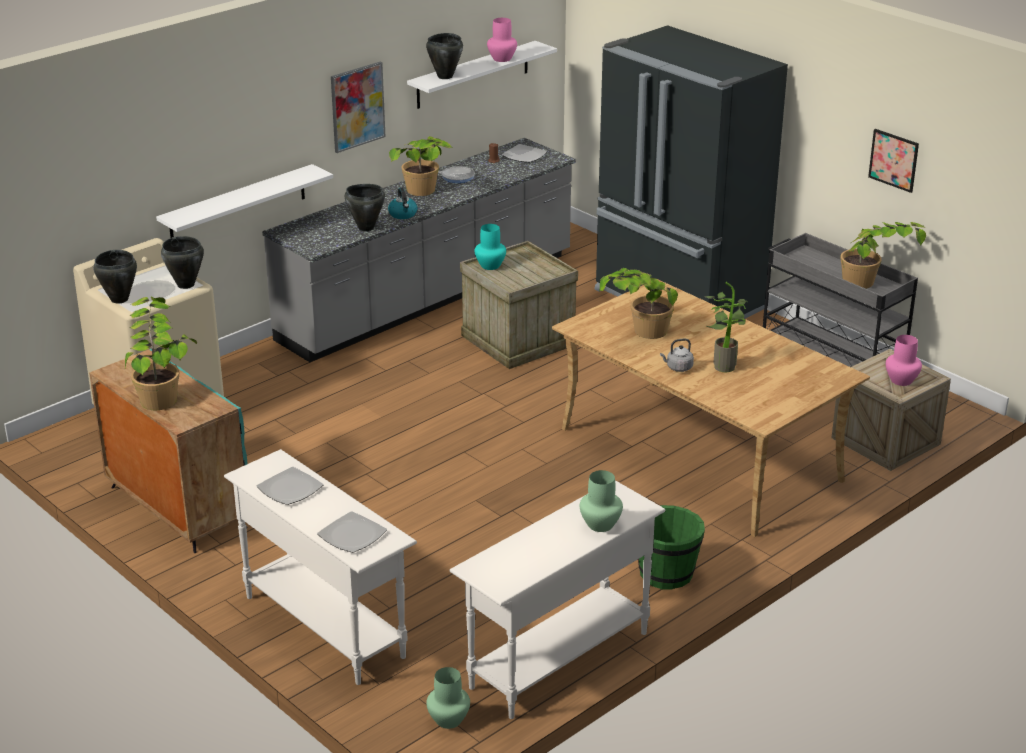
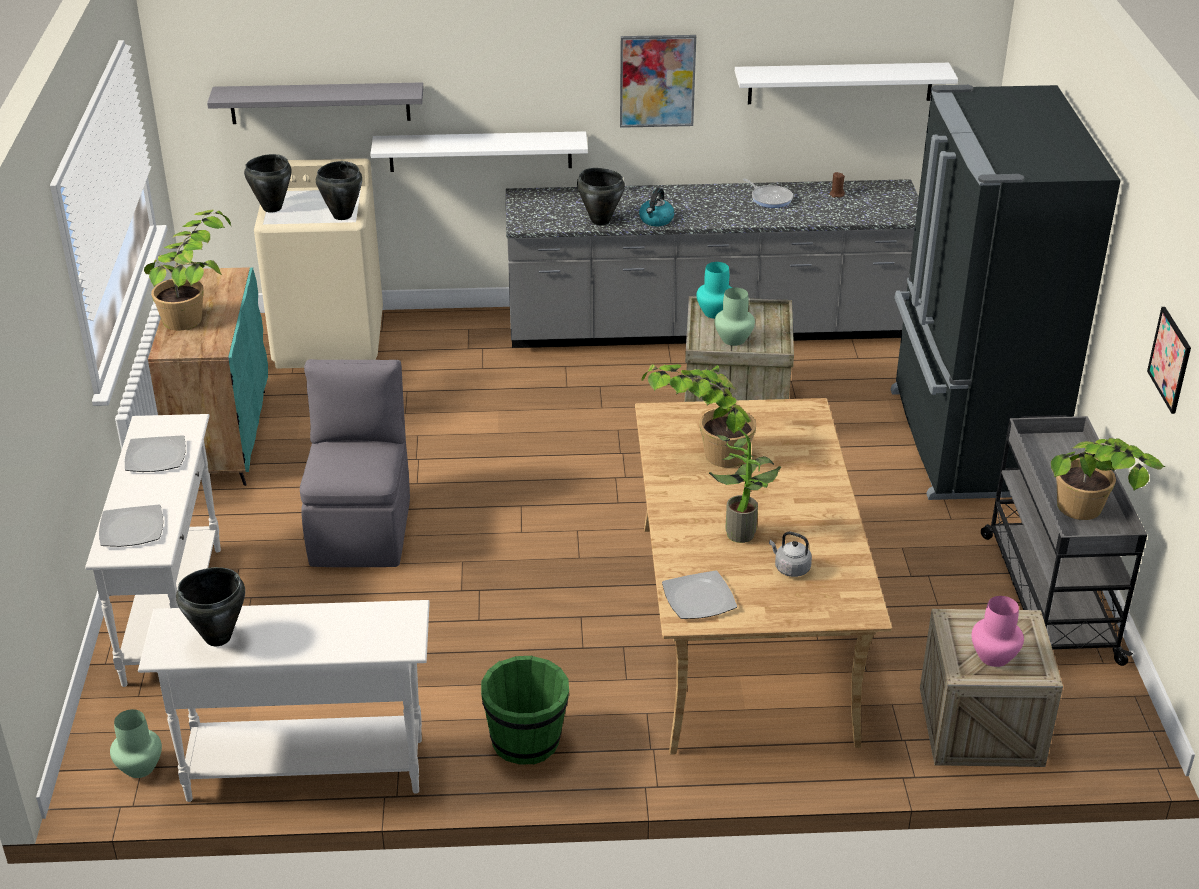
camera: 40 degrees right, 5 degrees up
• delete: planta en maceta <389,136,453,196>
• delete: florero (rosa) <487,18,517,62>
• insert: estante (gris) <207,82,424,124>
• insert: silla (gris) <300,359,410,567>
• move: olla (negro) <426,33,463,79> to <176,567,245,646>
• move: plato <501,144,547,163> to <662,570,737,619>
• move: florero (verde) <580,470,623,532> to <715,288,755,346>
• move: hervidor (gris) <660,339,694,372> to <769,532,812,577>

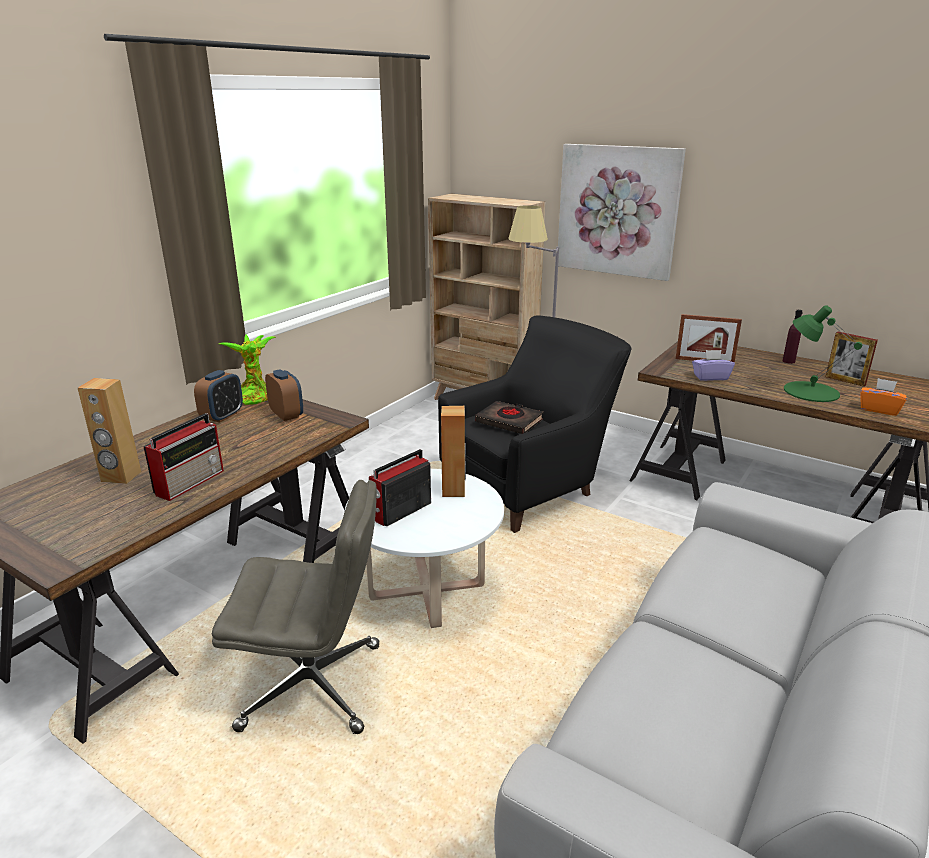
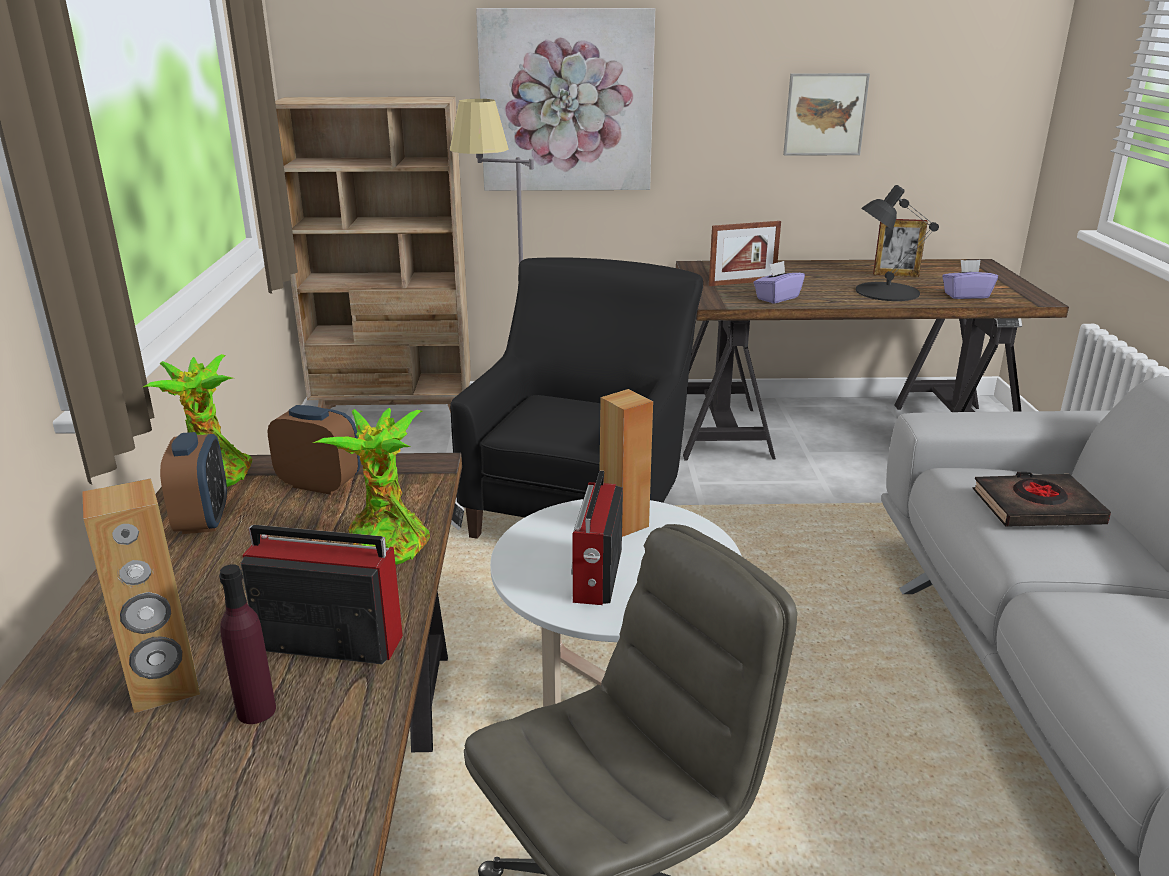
camera: 35 degrees left, 0 degrees up
• insert: planta en maceta <313,408,430,565>
• insert: cuadro <783,73,870,156>
• move: libro (negro) <475,401,544,434> to <972,472,1111,527>
• move: botella (morado) <783,310,803,364> to <219,564,276,724>
• recolor: lámpara de mesa (verde) <784,305,862,402> to lámpara de mesa (negro) <856,185,939,301>
• recolor: caja de pañuelos (naranja) <860,378,907,416> to caja de pañuelos (morado) <942,260,998,299>
• rotate: radio <143,413,224,501> = <241,525,403,664> 75 degrees counterclockwise

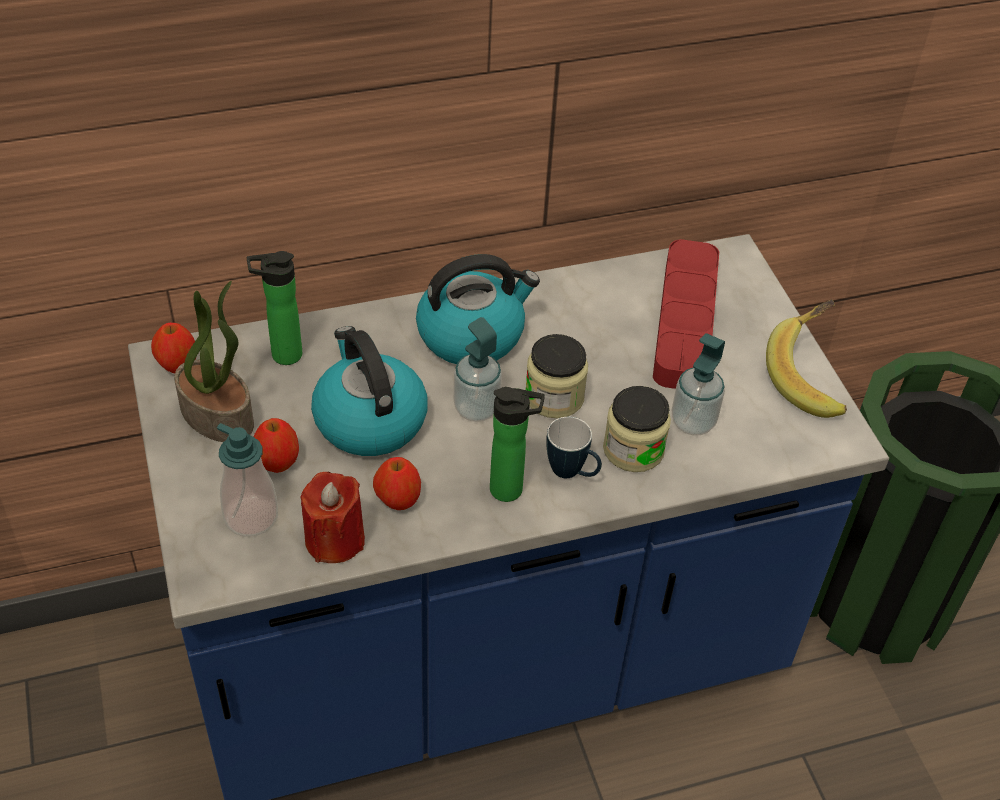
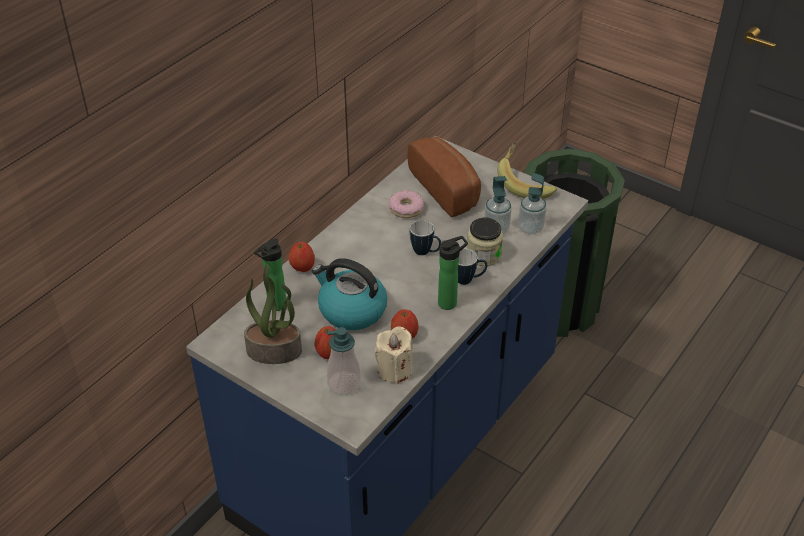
camera: 35 degrees left, 5 degrees down
• delete: hervidor <416,254,540,364>
• insert: rosquilla <389,190,424,218>
• move: manzana <151,323,196,373> to <289,242,315,272>
• move: dispensador de jabón <453,317,502,422> to <518,173,547,234>
• replace: tarro <525,334,588,418> to taza grande <410,220,441,255>
• replace: bandeja (rojo) <653,239,719,389> to pan <407,137,481,217>
• recolor: vela (rojo) <300,472,365,563> to vela (beis) <374,327,413,384>

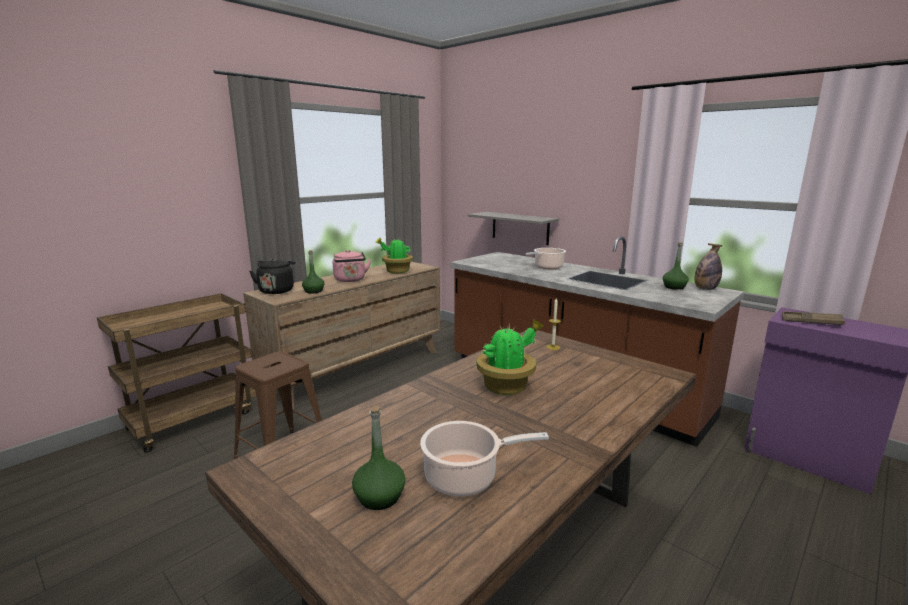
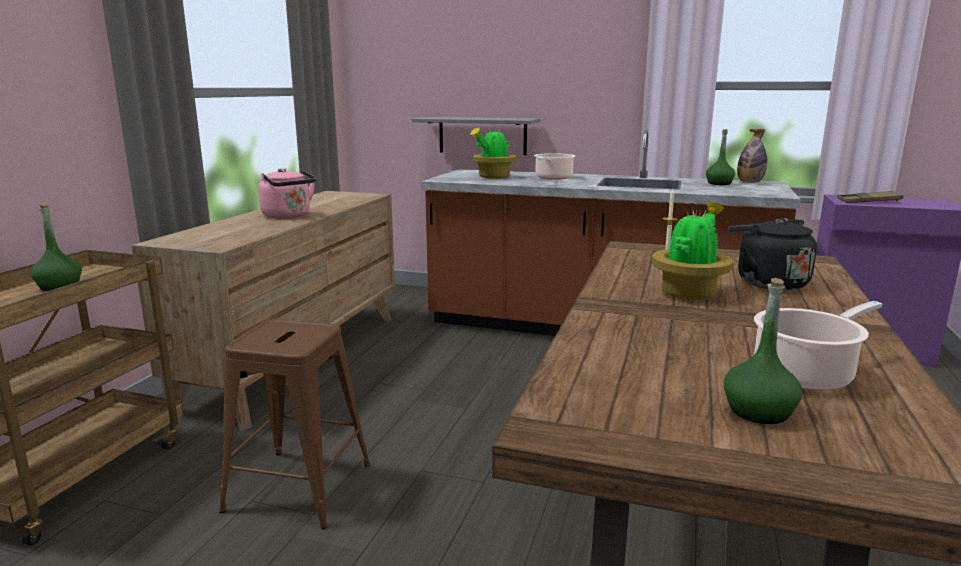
camera: 25 degrees left, 0 degrees up
• move: hervidor (negro) <249,259,296,294> to <728,218,817,290>
• move: botella (verde) <302,250,324,293> to <30,204,82,291>
• move: planta en maceta <375,238,413,273> to <471,128,516,179>

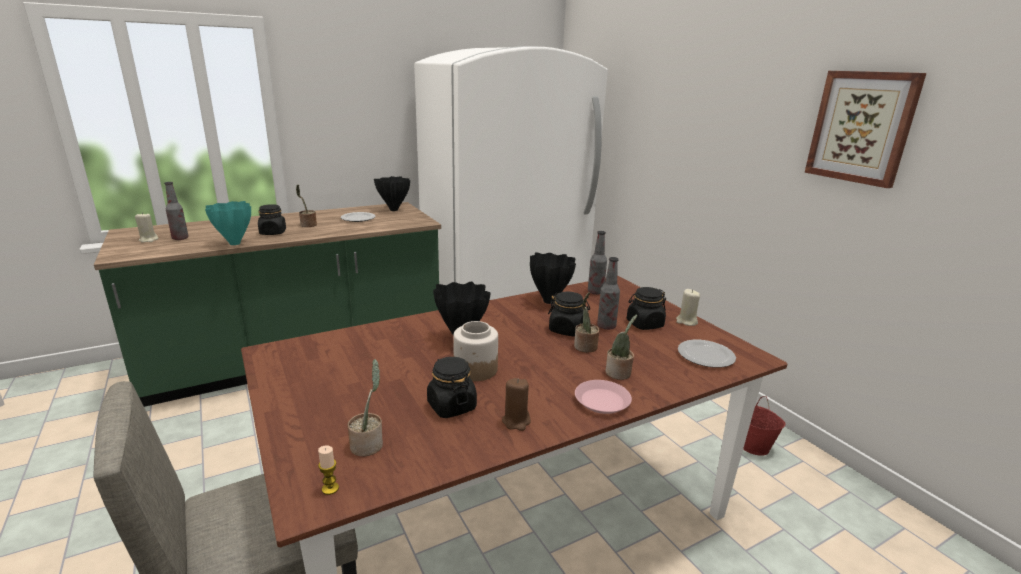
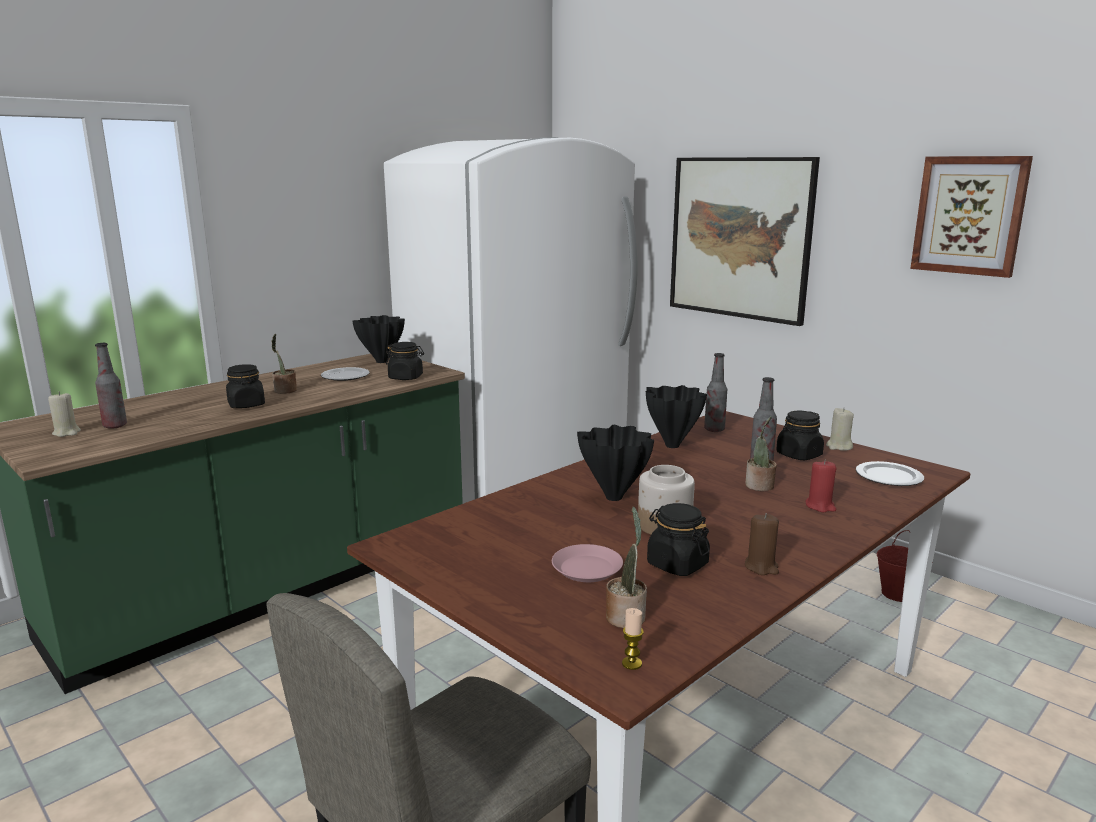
camera: 15 degrees left, 5 degrees down
• delete: florero (turquesa) <205,201,251,245>
• insert: cuadro <670,157,820,326>
• move: tarro (negro) <548,292,590,336> to <386,342,424,380>
• move: plato (rosa) <575,380,632,414> to <552,544,623,582>
• replace: planta en maceta <605,314,637,380> to vela (rojo) <806,460,836,512>

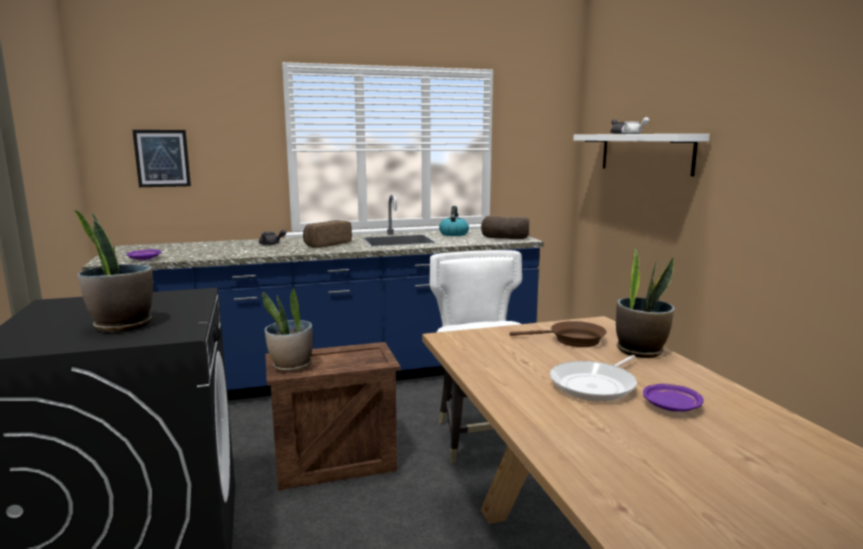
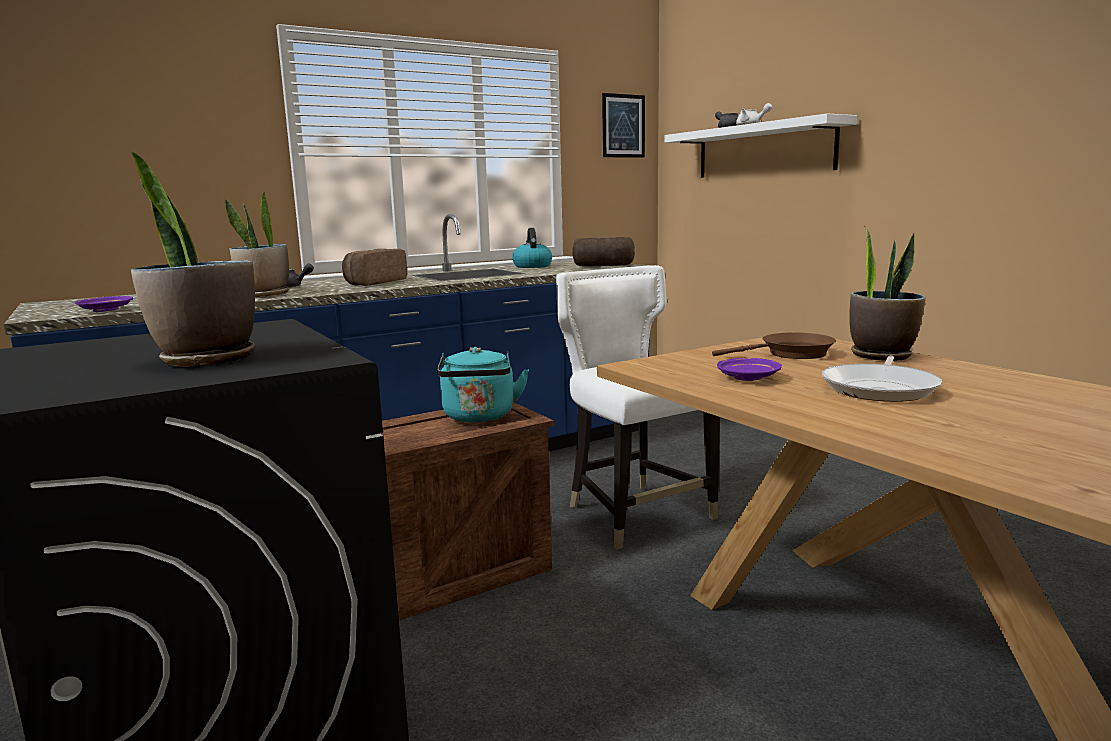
camera: 15 degrees left, 0 degrees up
• insert: hervidor (turquesa) <437,347,529,422>
• move: cuadro <132,130,191,187> to <602,93,645,158>
• move: planta en maceta <262,288,313,372> to <225,191,289,297>
• move: plato (morado) <643,384,704,412> to <717,358,782,381>

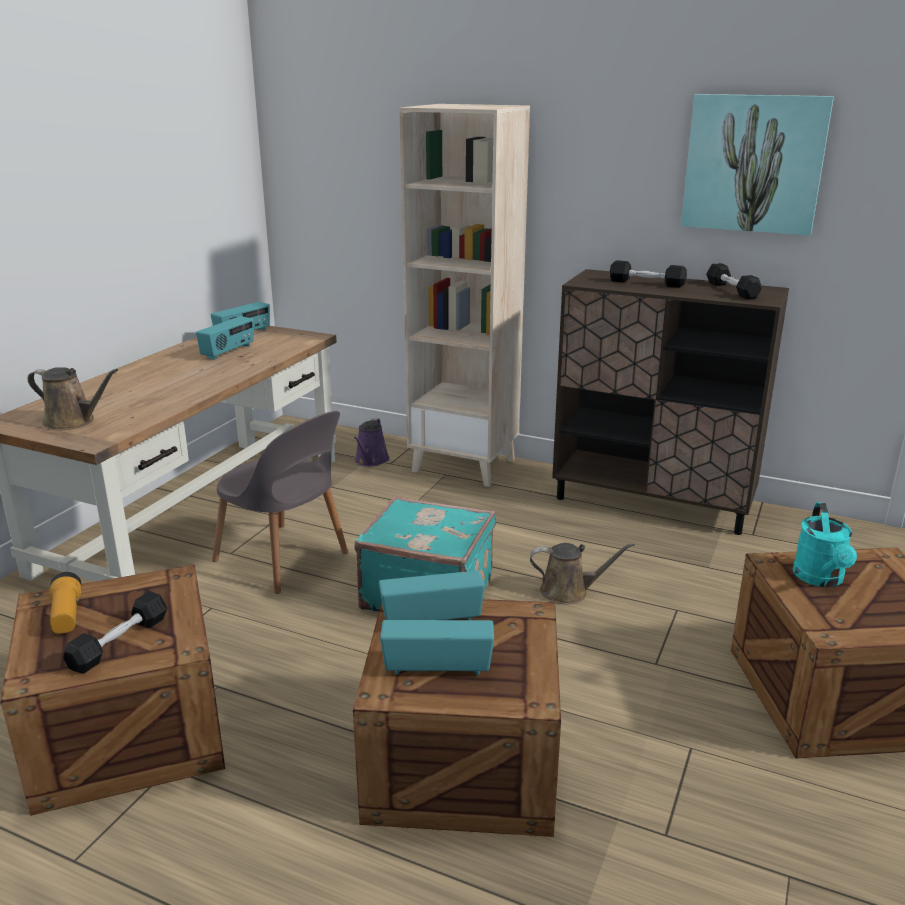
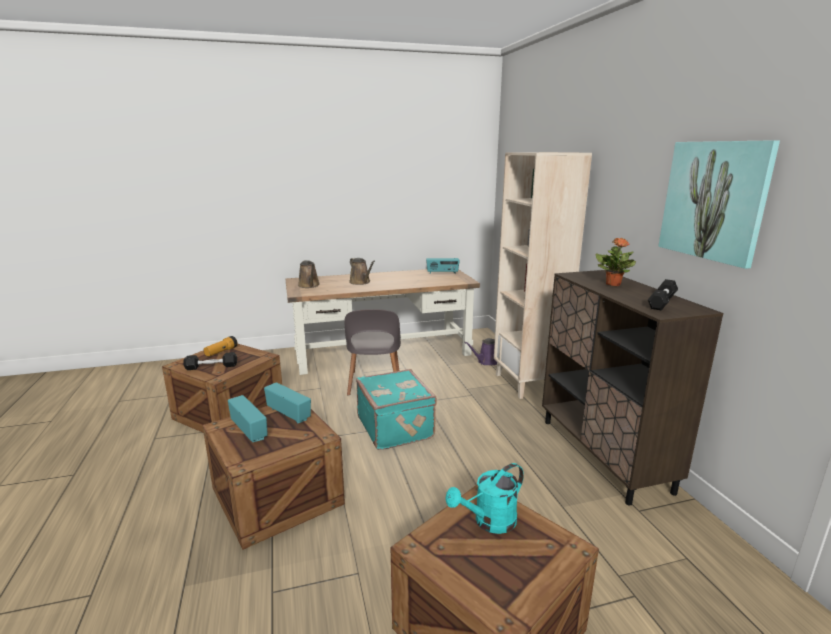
camera: 50 degrees right, 5 degrees down
• delete: radio <196,316,254,360>
• move: regadera (marrón) <530,542,635,605> to <349,258,375,285>
• replace: mancuerna (negro) <610,260,687,288> to planta en maceta <596,238,636,286>

